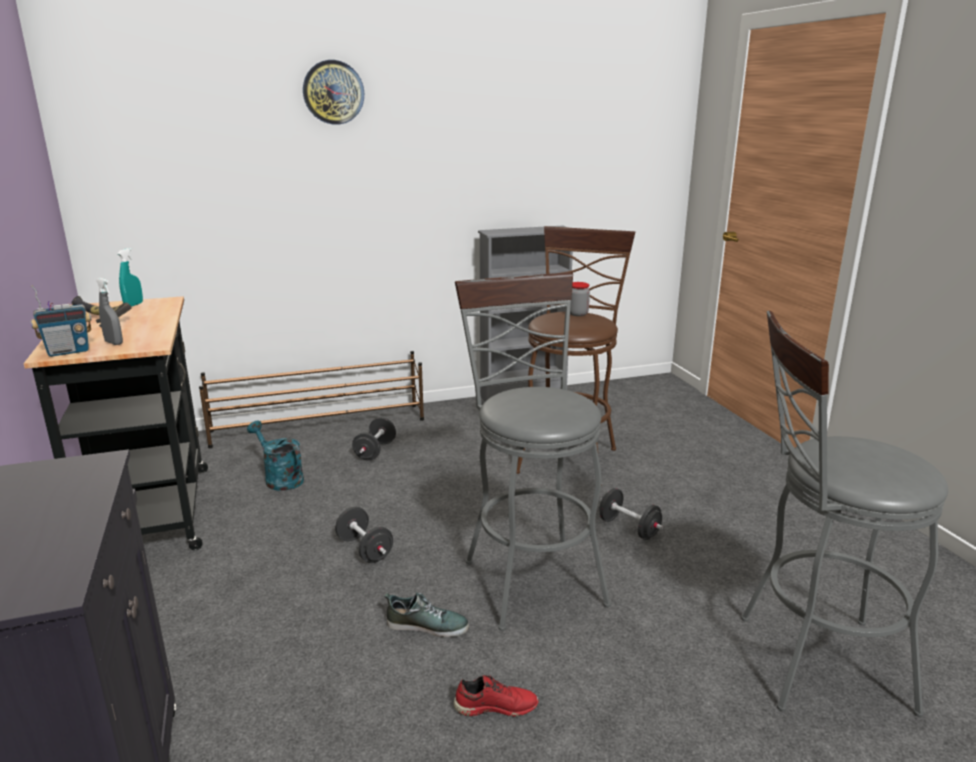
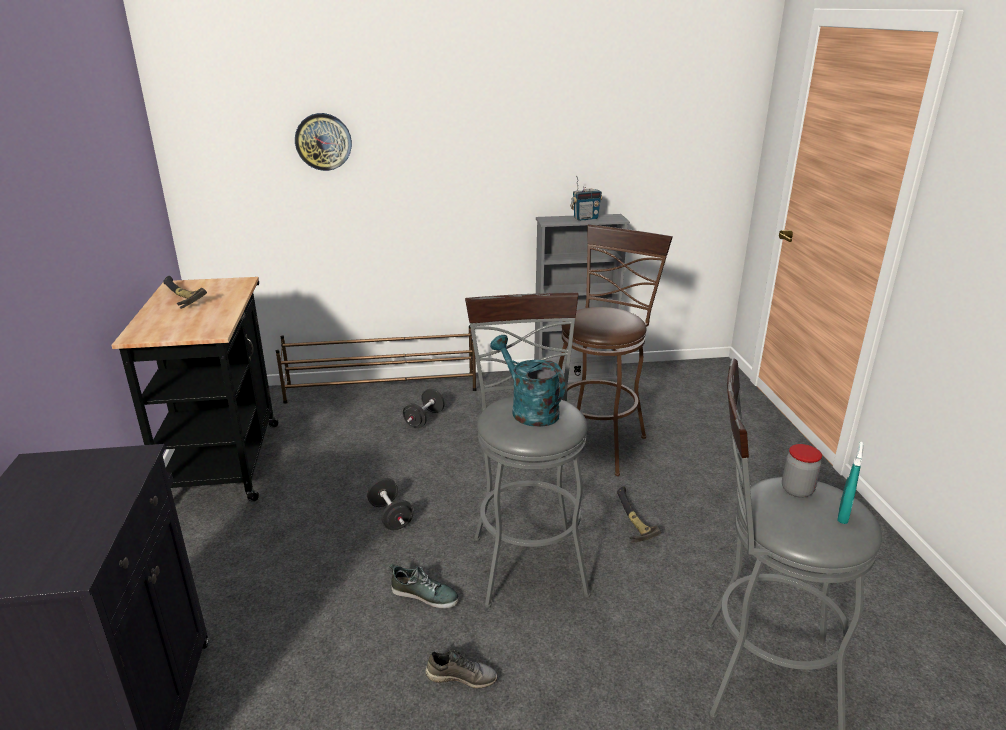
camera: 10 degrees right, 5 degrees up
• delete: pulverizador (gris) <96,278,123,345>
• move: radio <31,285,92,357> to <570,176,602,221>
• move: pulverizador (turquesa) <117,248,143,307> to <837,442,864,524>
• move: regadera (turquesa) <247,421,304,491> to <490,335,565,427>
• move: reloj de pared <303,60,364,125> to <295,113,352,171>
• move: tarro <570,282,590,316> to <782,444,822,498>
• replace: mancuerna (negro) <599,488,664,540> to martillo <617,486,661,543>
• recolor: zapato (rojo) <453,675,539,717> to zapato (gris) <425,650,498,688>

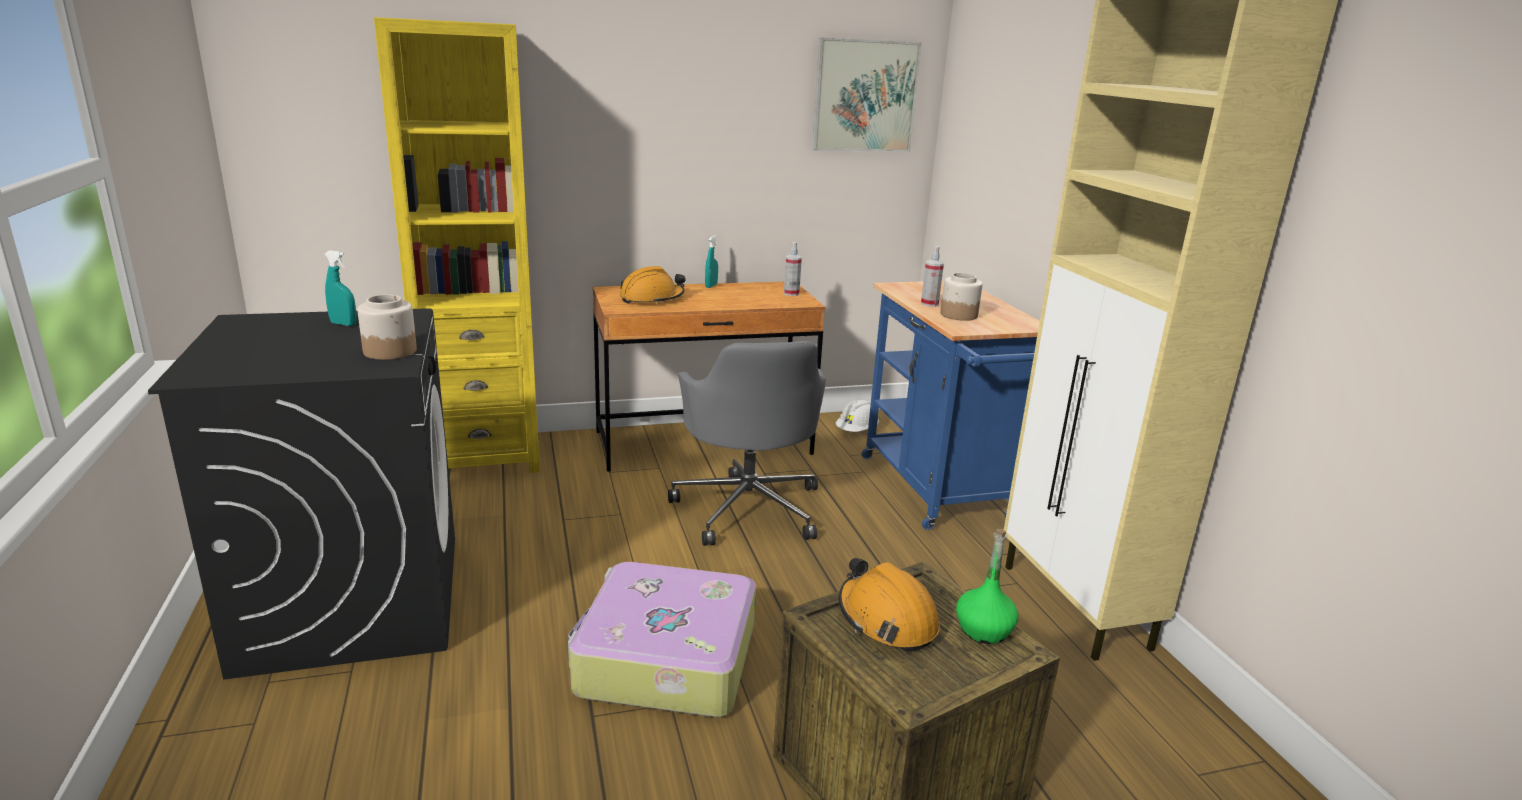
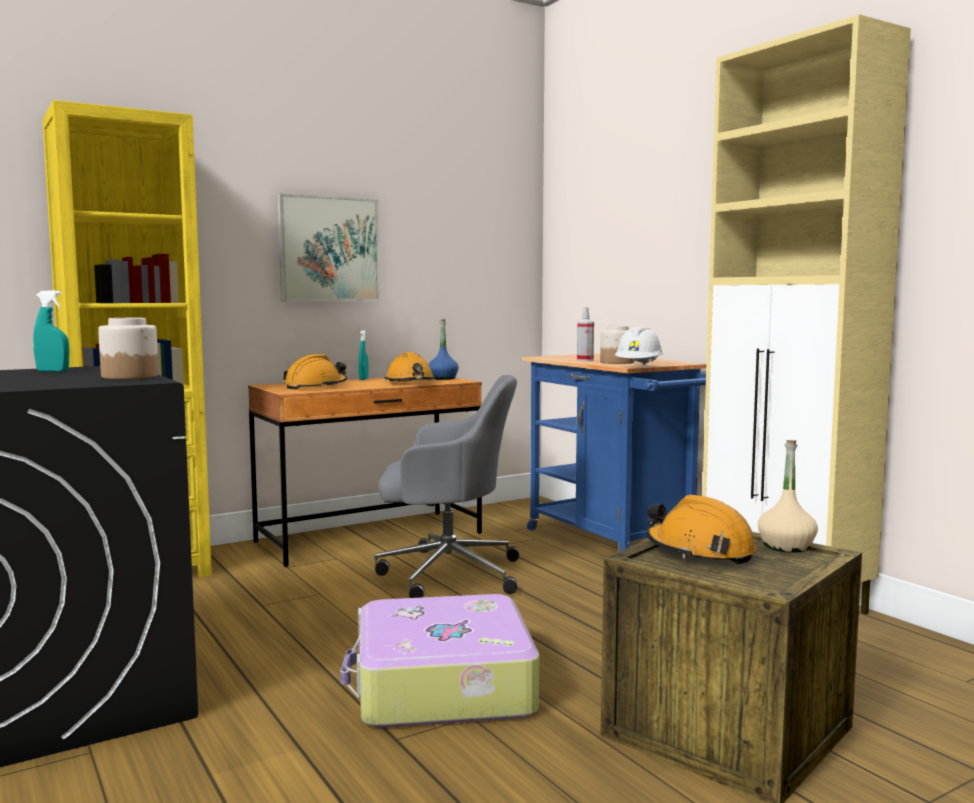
camera: 15 degrees left, 15 degrees down
• insert: casco (naranja) <385,352,435,382>
• move: cuadro <812,37,922,152> to <278,193,380,301>
• move: casco (blanco) <836,398,879,432> to <615,326,663,365>
• replace: pulverizador <784,242,802,296> to botella (azul) <428,319,459,380>
• recolor: botella (verde) <956,529,1018,644> to botella (beis) <758,440,818,553>
• rotate: silla de oficina (gris) <668,341,826,546> = <375,375,519,598> 60 degrees counterclockwise

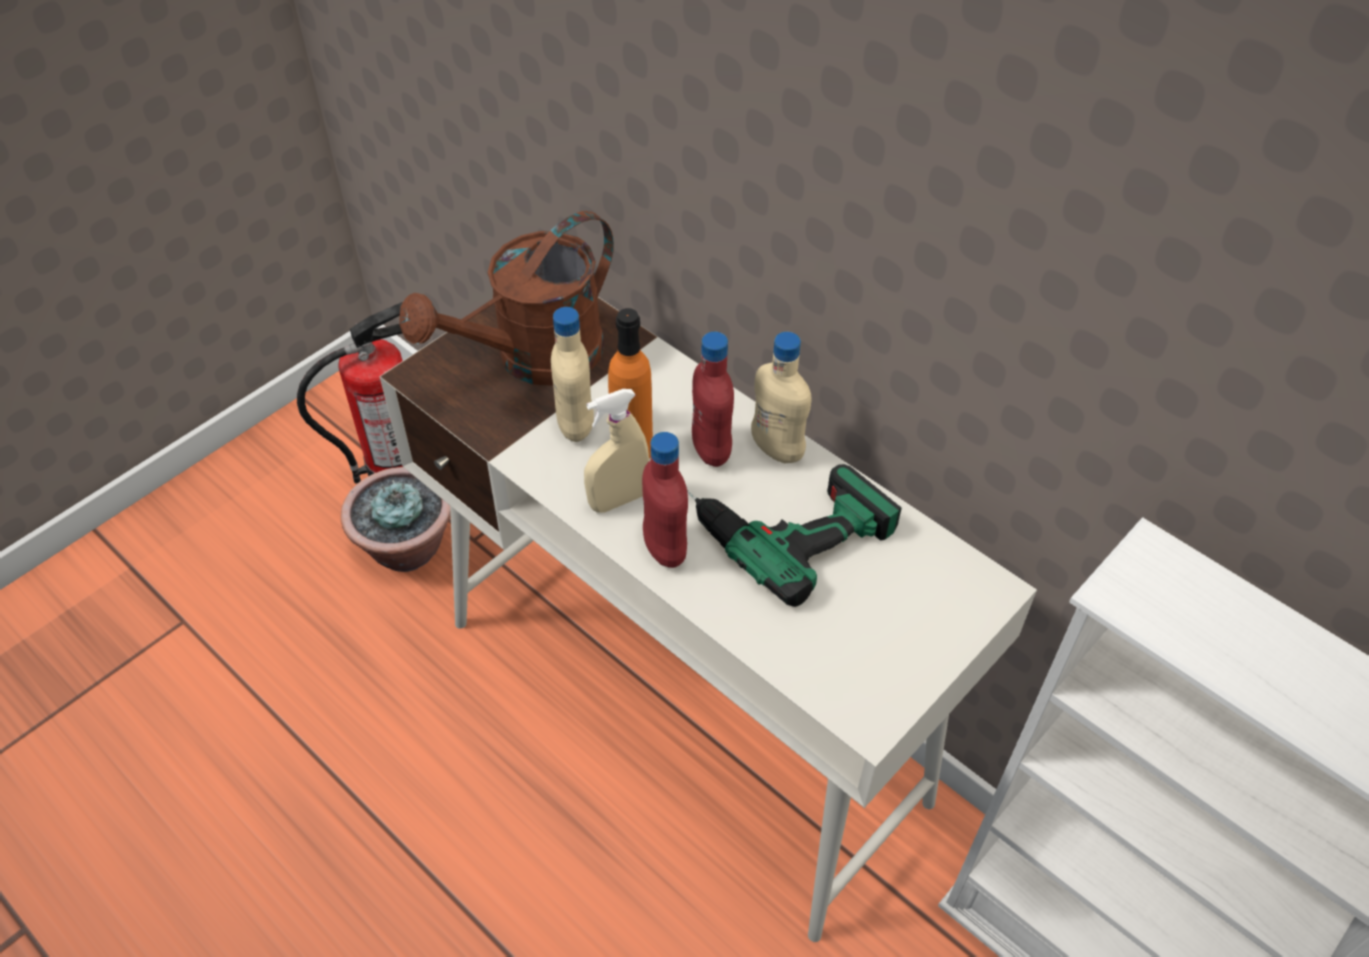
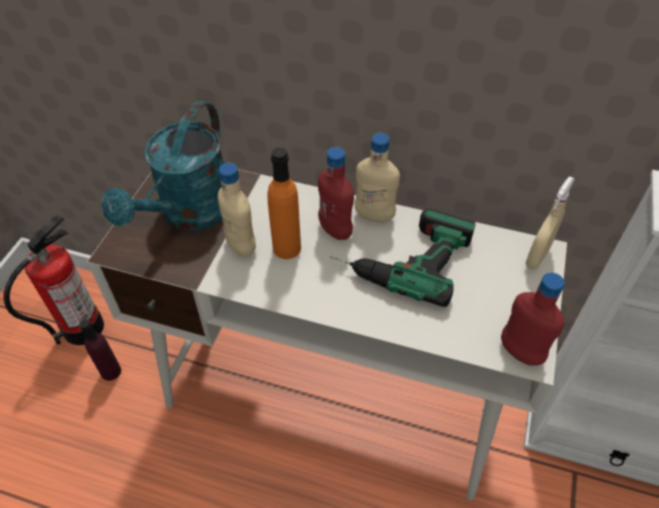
camera: 25 degrees left, 0 degrees up
• move: pulverizador (beis) <584,389,649,513> to <526,176,575,269>
• move: botella (rojo) <642,432,688,568> to <501,273,565,366>
• replace: planta en maceta <341,467,451,572> to botella (morado) <79,319,121,381>
• recolor: regadera (marrón) <399,211,614,386> to regadera (turquesa) <101,101,224,230>

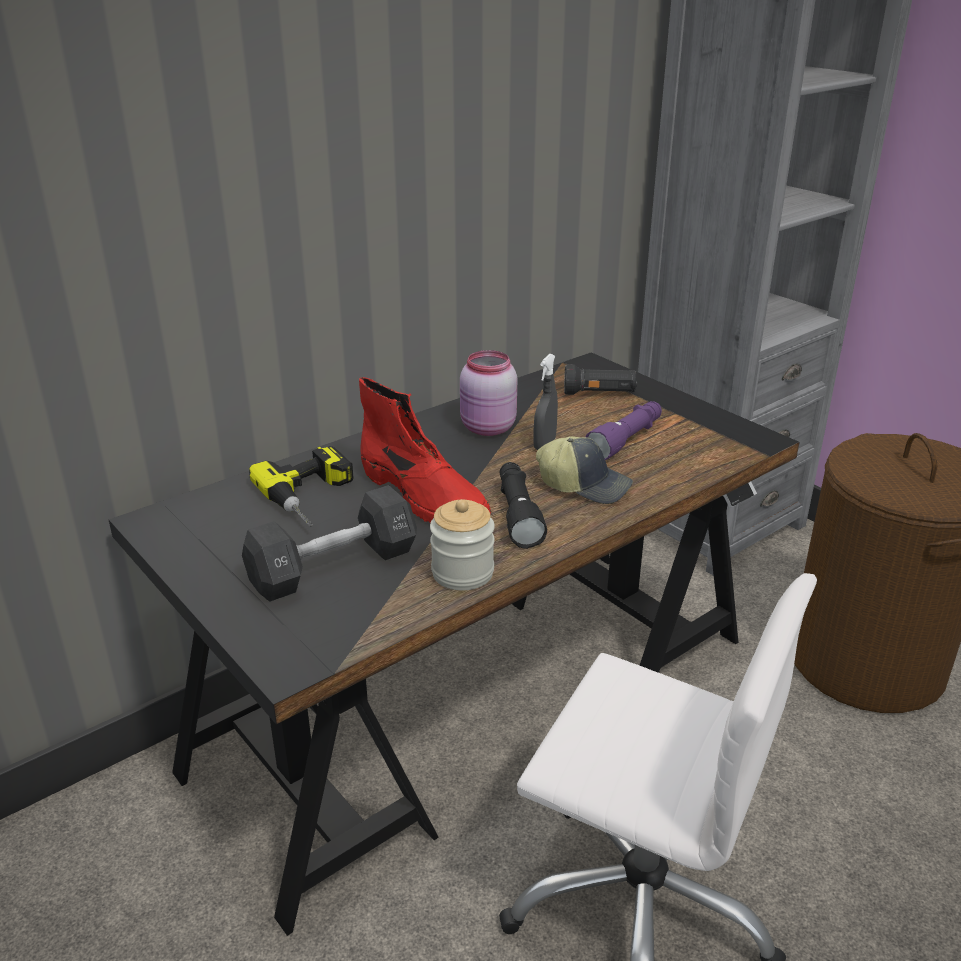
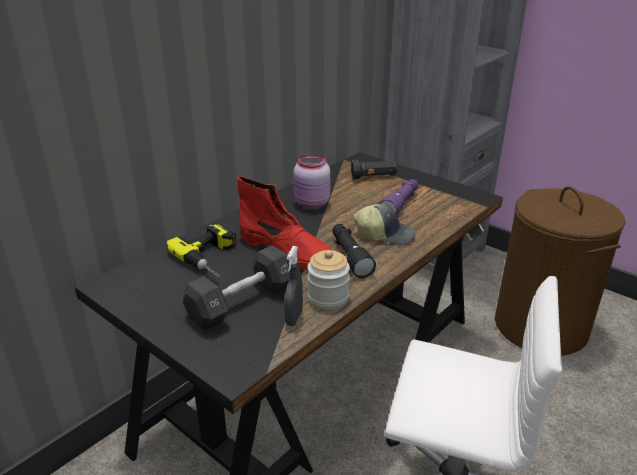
camera: 10 degrees left, 0 degrees up
• move: pulverizador (gris) <534,354,558,450> to <284,246,303,326>

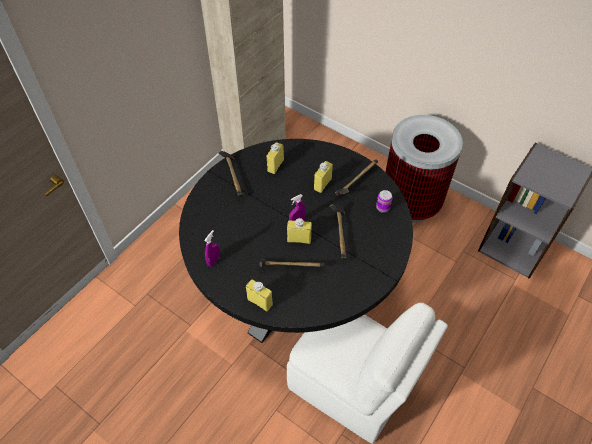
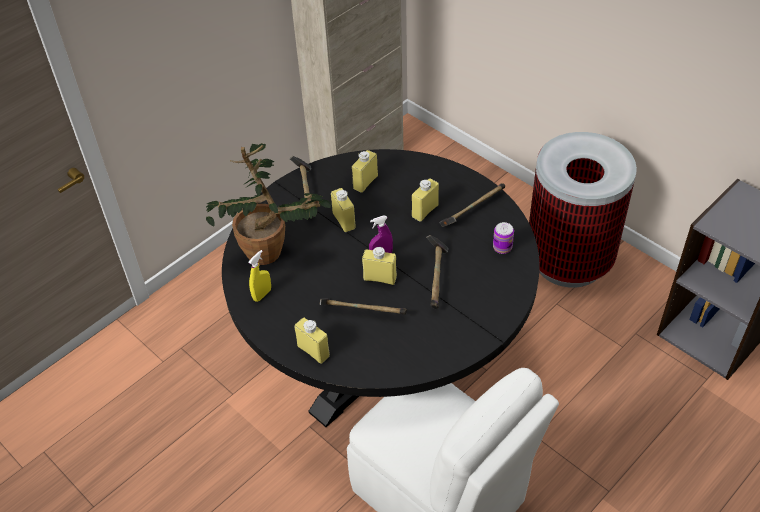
camera: 10 degrees right, 5 degrees down
• insert: planta en maceta <206,143,332,265>
• insert: botella (amarillo) <331,188,356,232>
• recolor: pulverizador (morado) <204,230,220,267> to pulverizador (amarillo) <248,250,271,302>

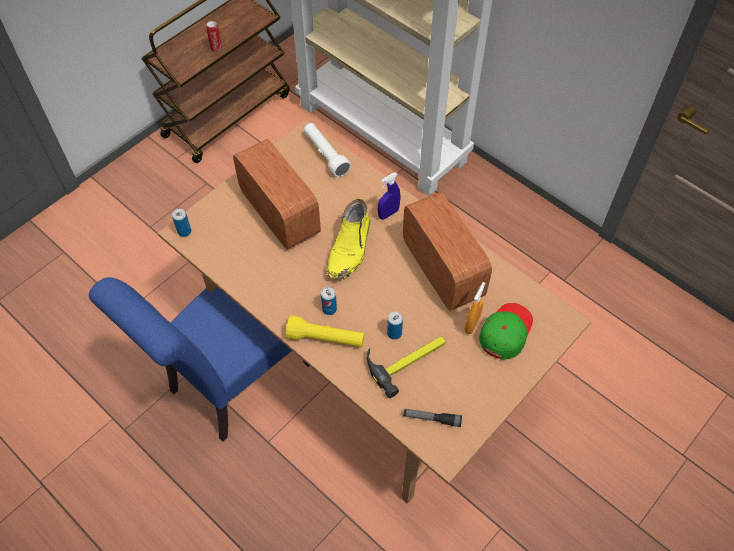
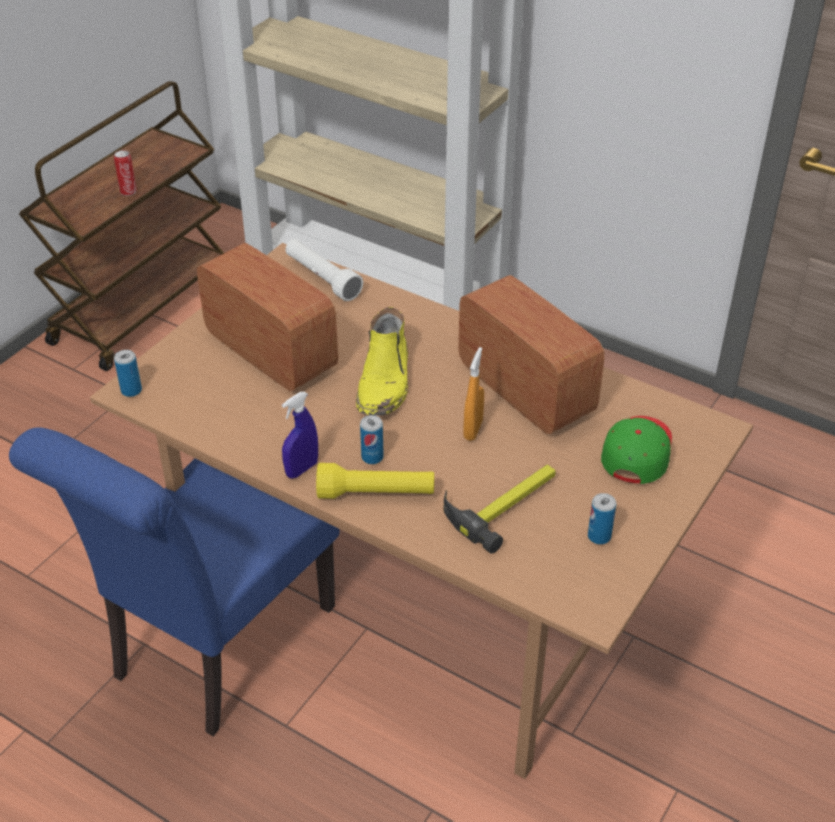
camera: 10 degrees left, 15 degrees down
• delete: linterna <404,409,462,427>
• move: pulverizador (azul) <378,172,401,220> to <282,392,318,479>
• move: lata <387,311,403,340> to <588,493,616,545>
• move: pulverizador (naranja) <465,282,485,334> to <463,347,484,441>

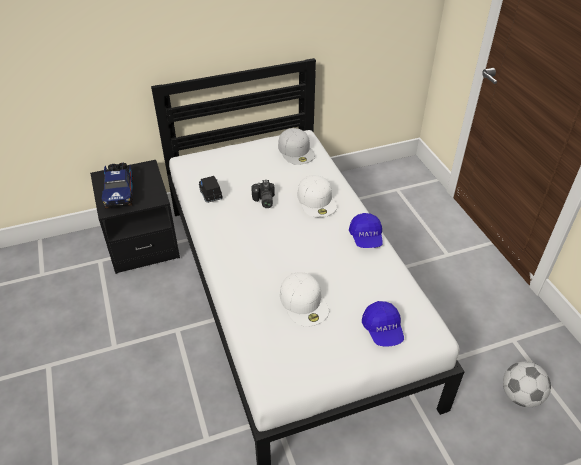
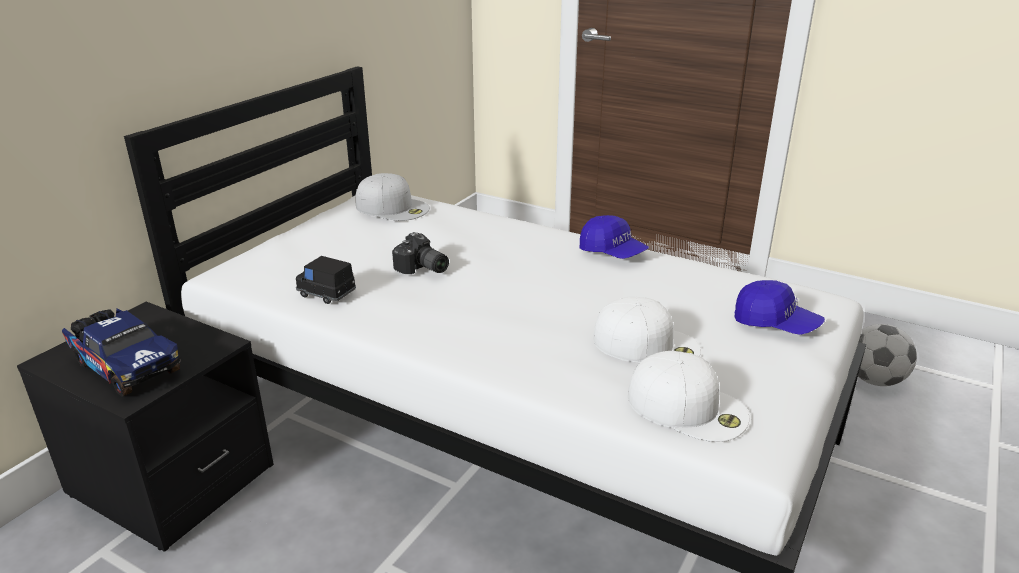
camera: 40 degrees left, 15 degrees down
• move: gorra (blanco) <297,175,337,217> to <628,351,750,442>

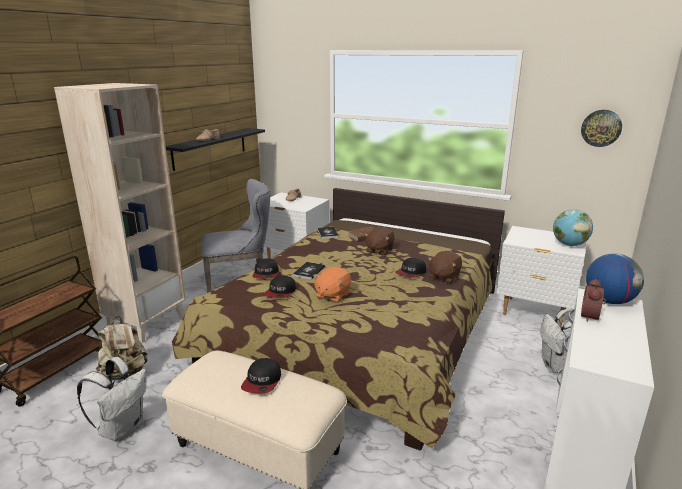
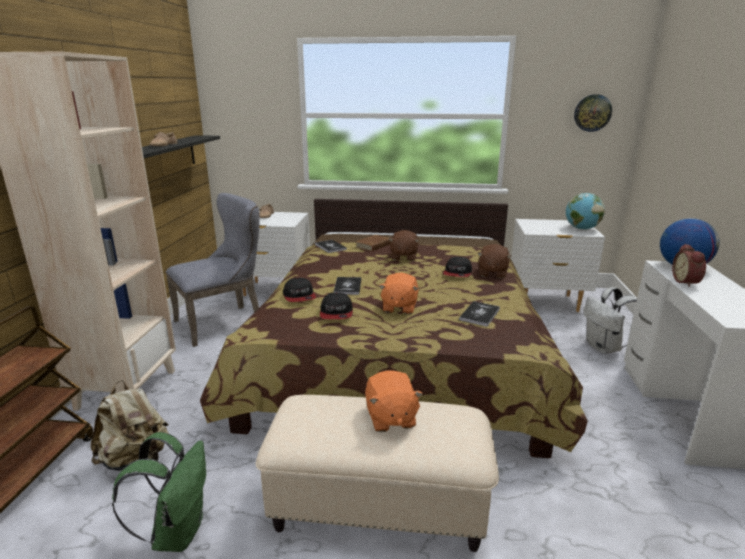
camera: 20 degrees left, 0 degrees up
• insert: libro <459,301,500,327>
• replace: gorra <241,358,281,394> to peluche (naranja) <365,370,423,432>
• recolor: mochila (blanco) <77,357,147,441> to mochila (verde) <112,432,206,552>

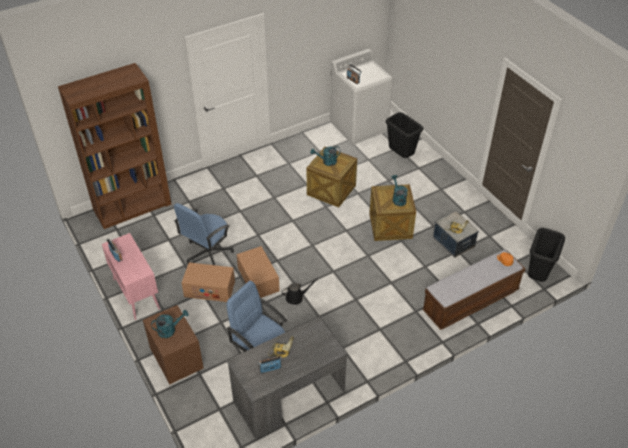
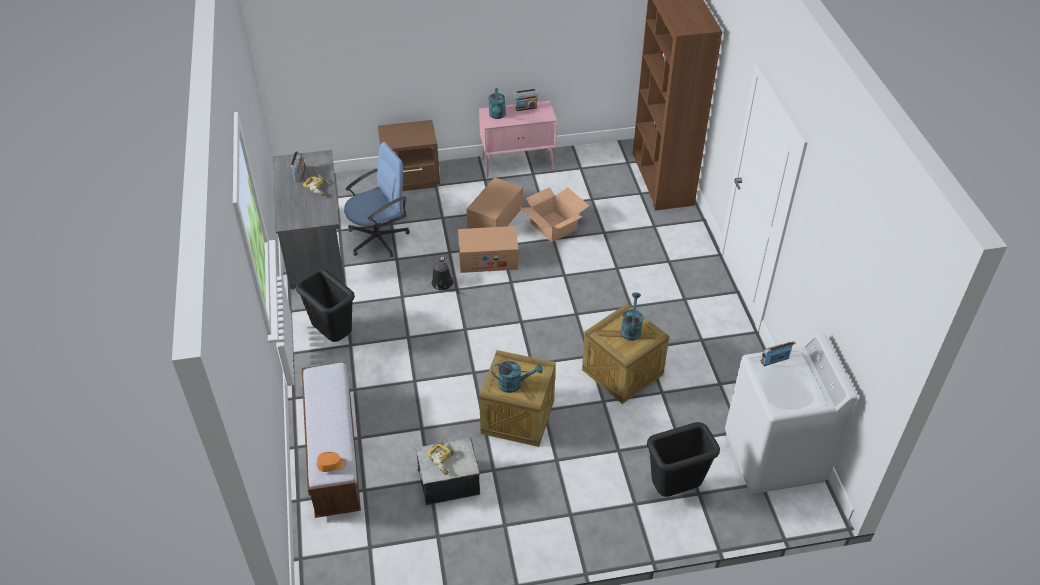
camera: 110 degrees right, 0 degrees up
• move: regadera (turquesa) <151,310,189,338> to <488,88,506,119>
• move: papelera (negro) <528,228,565,282> to <295,269,355,342>
• replace: silla de oficina (azul) <174,203,234,265> to caja de cartón <520,187,589,242>

